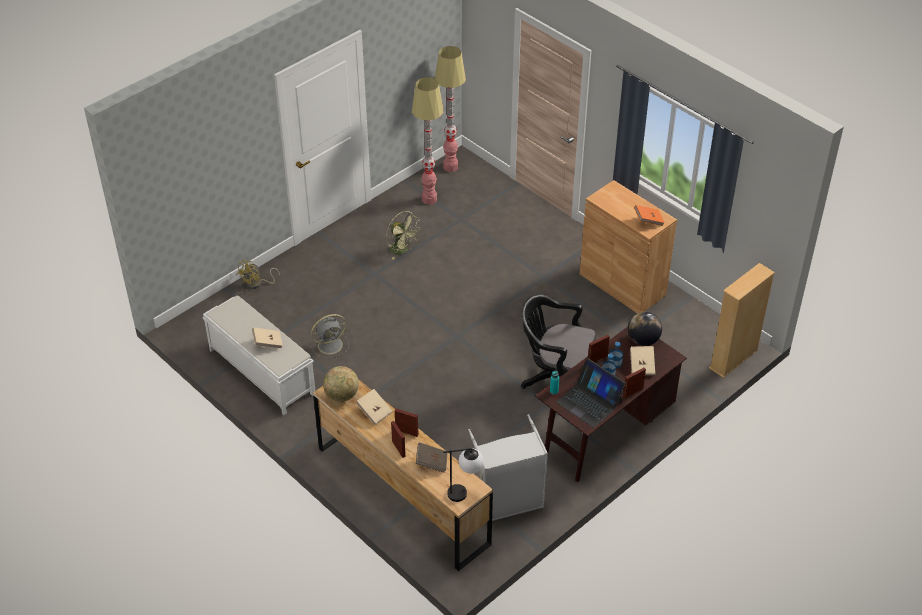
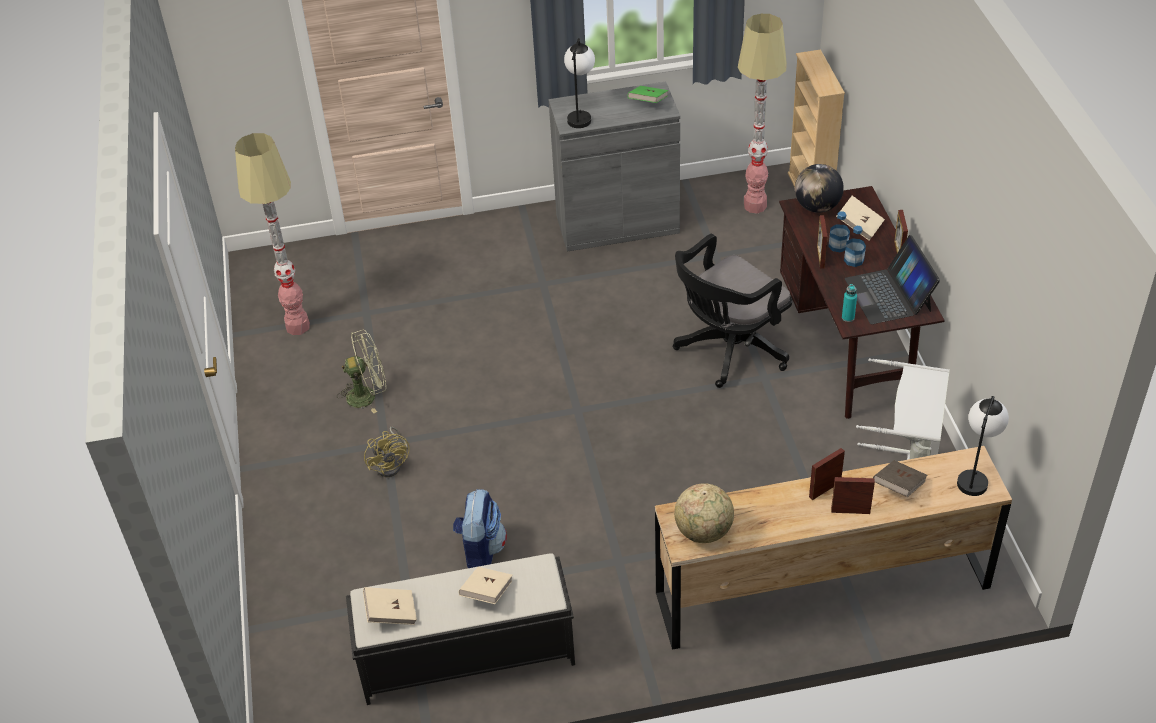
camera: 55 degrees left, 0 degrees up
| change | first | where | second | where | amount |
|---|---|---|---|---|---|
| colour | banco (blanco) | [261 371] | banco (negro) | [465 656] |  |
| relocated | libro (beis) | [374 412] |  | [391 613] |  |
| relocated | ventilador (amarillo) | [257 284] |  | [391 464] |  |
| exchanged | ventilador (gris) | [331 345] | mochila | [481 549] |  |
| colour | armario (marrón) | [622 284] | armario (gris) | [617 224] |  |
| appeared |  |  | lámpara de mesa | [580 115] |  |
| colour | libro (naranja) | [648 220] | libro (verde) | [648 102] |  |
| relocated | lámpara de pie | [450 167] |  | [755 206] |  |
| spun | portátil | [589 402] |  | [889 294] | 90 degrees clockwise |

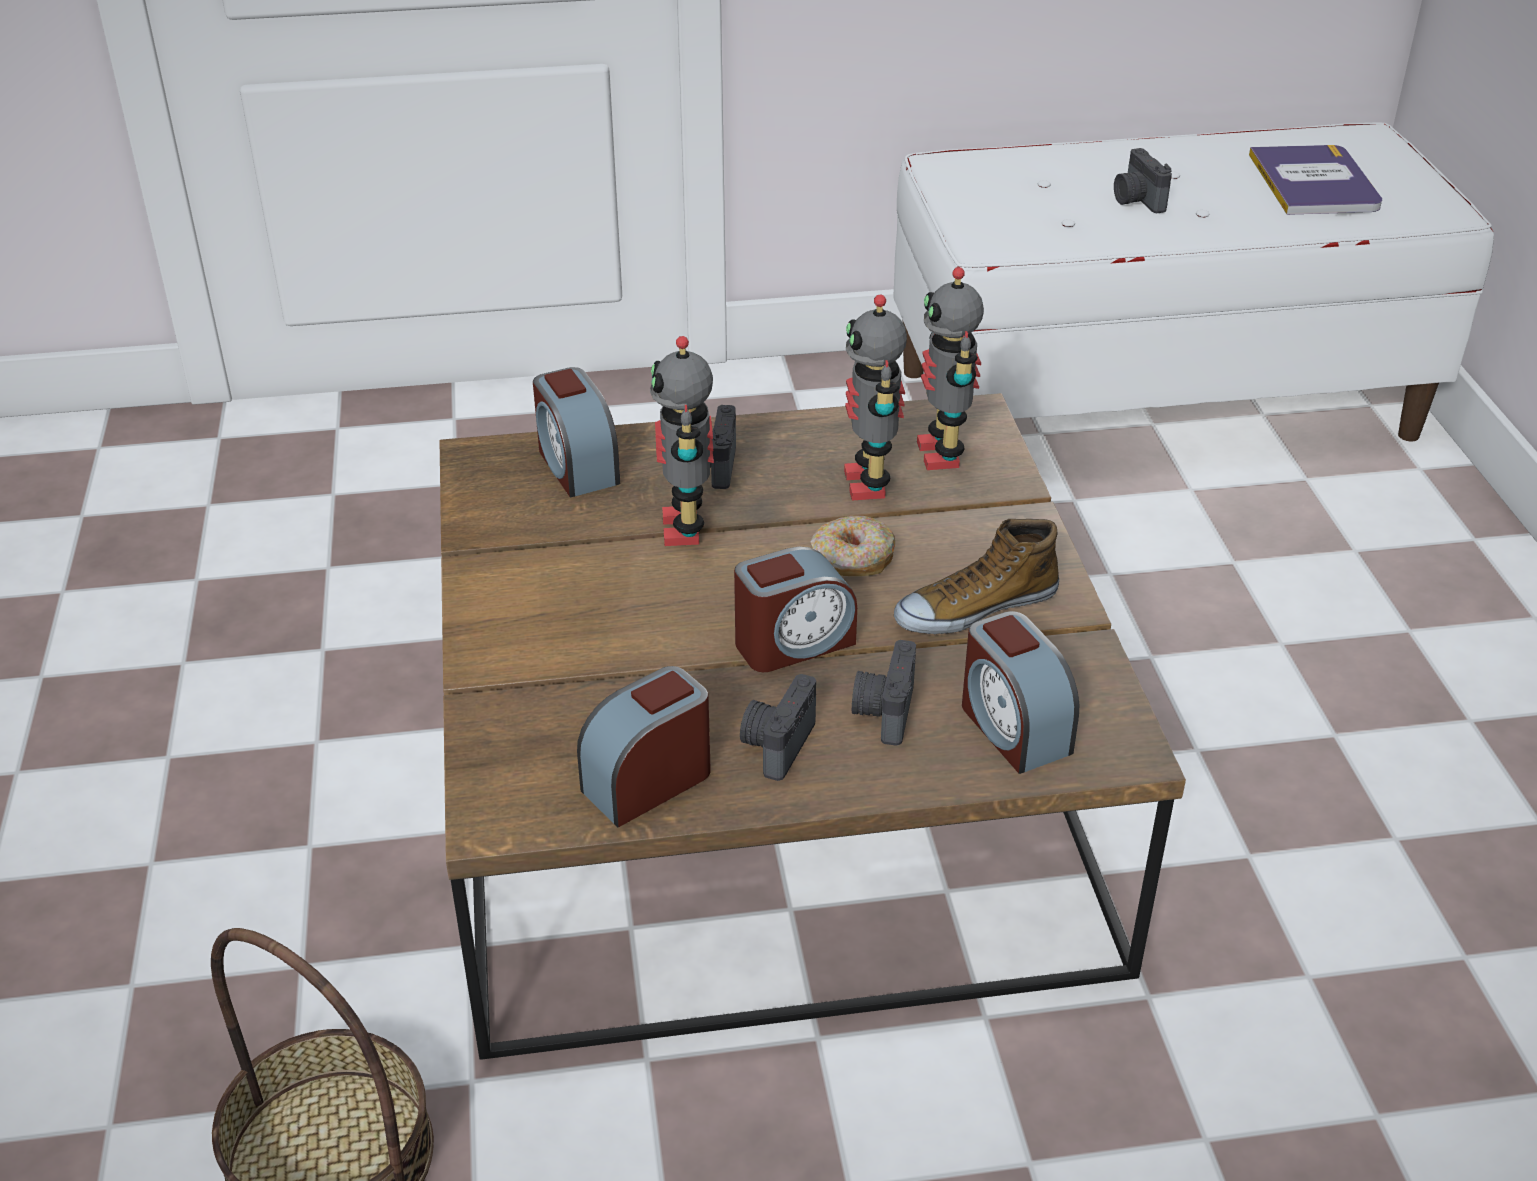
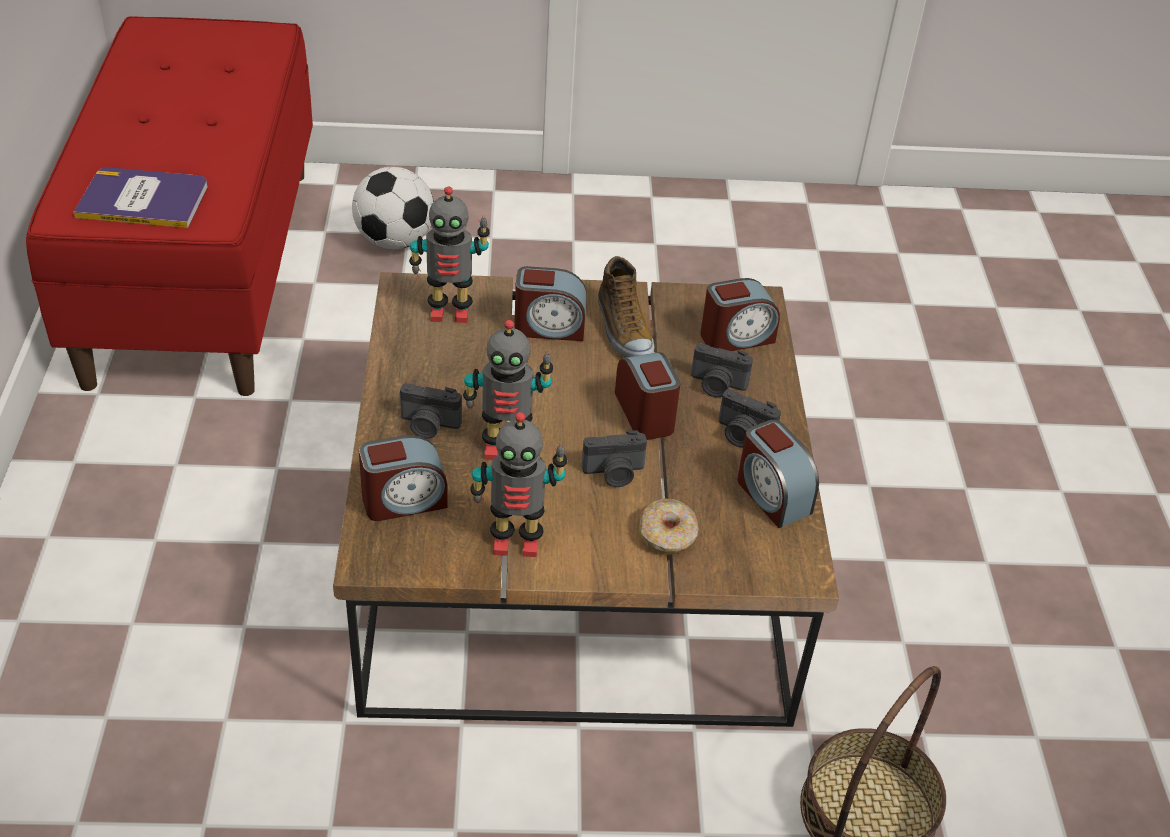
camera: 85 degrees left, 5 degrees up
| change | first | where | second | where | amount |
|---|---|---|---|---|---|
| colour | banco (blanco) | [1155 402] | banco (rojo) | [201 271] |  |
| relocated | libro | [1314 182] |  | [143 200] |  |
| appeared |  |  | balón de fútbol | [395 241] |  |
| relocated | robot de juguete | [870 484] |  | [516 542] |  |
| appeared |  |  | despertador | [549 327] |  |
| relocated | cámara | [1136 200] |  | [614 473] |  |
| relocated | rosquilla | [852 559] |  | [667 535] |  |

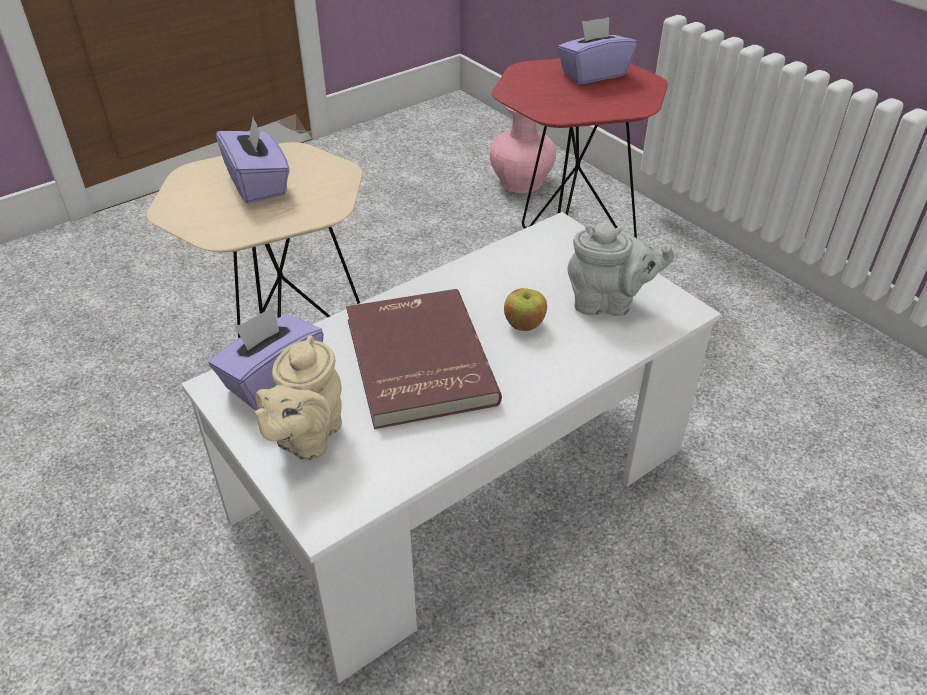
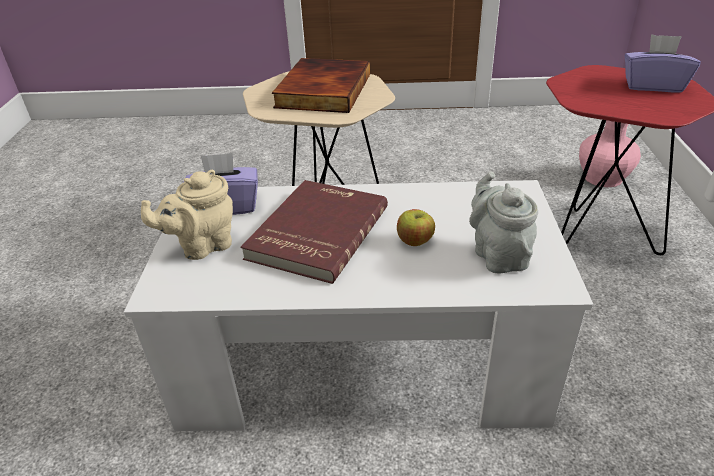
camera: 40 degrees right, 5 degrees down
| change | first | where | second | where | amount |
|---|---|---|---|---|---|
| exchanged | caja de pañuelos (morado) | [258 184] | libro | [322 90] |  |
| spun | tetera (gris) | [608 303] |  | [498 254] | 150 degrees counterclockwise |

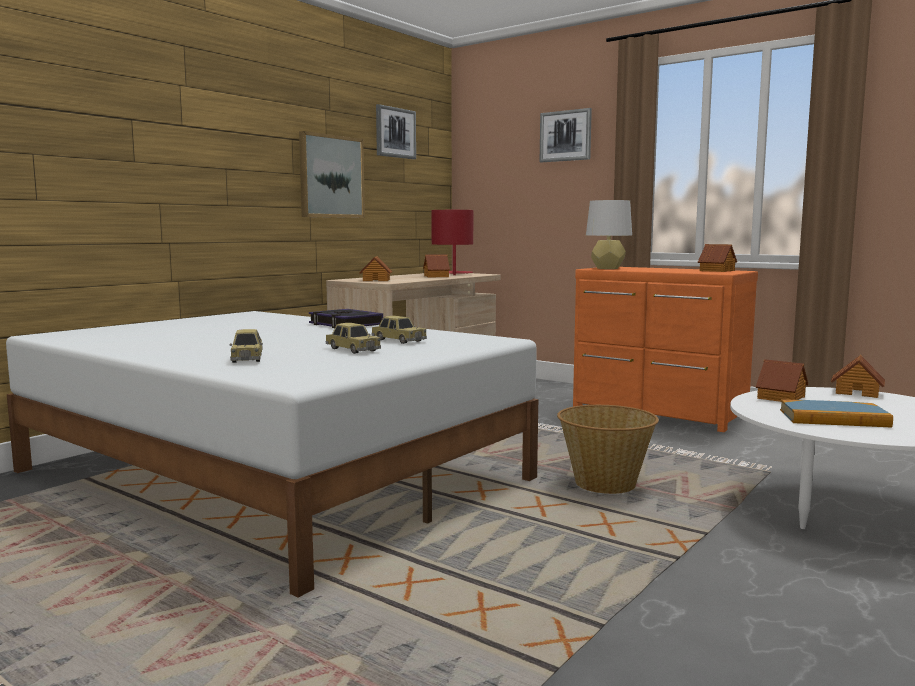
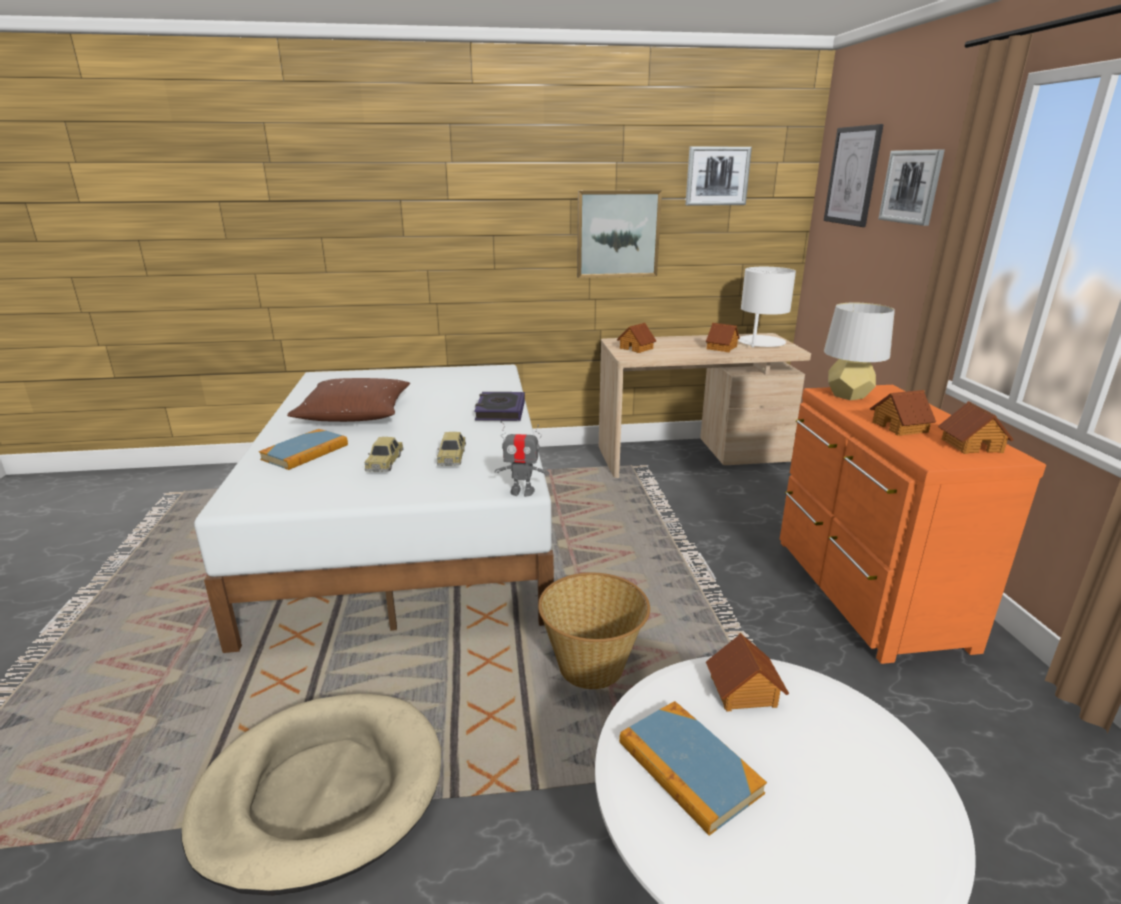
camera: 45 degrees right, 15 degrees up
| change | first | where | second | where | amount |
|---|---|---|---|---|---|
| appeared |  |  | cama para perro (beis) | [321 792] |  |
| exchanged | coche de juguete | [247 358] | libro | [305 452] |  |
| appeared |  |  | cojín (marrón) | [355 414] |  |
| appeared |  |  | robot de juguete | [522 491] |  |
| colour | lámpara de mesa (rojo) | [452 274] | lámpara de mesa (blanco) | [761 343] |  |
| appeared |  |  | cuadro | [852 176] |  |
| relocated | casita | [857 392] |  | [900 427] |  |

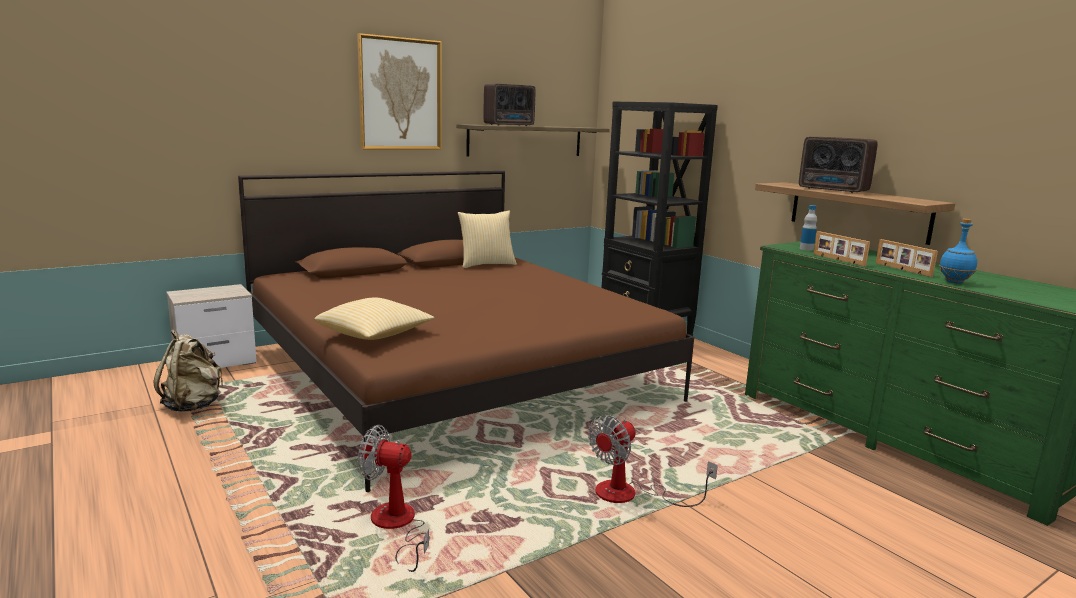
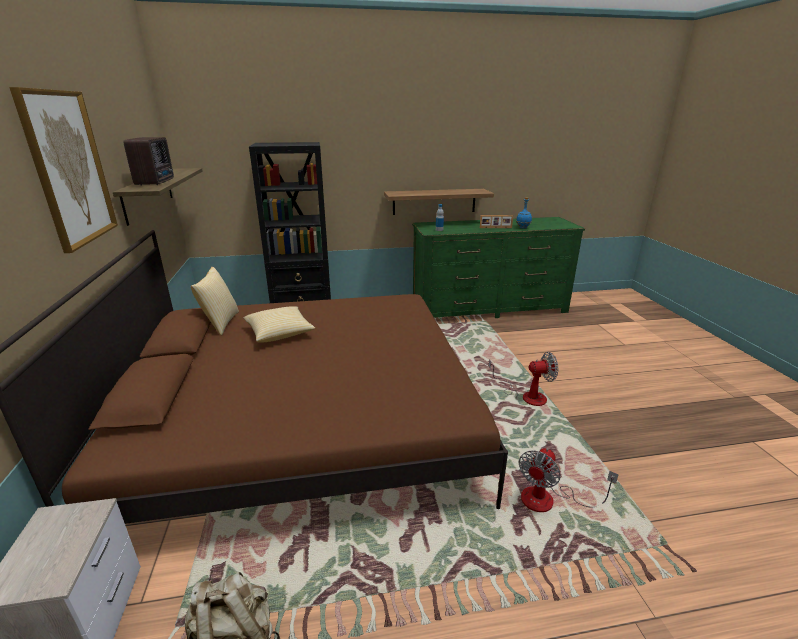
camera: 65 degrees left, 10 degrees up
| change | first | where | second | where | amount |
|---|---|---|---|---|---|
| relocated | cojín | [375 335] |  | [280 333] |  |
| spun | ventilador | [631 495] |  | [526 395] | 75 degrees counterclockwise |
| missing | radio | [834 190] |  |  |  |
| missing | portarretratos | [838 260] |  |  |  |

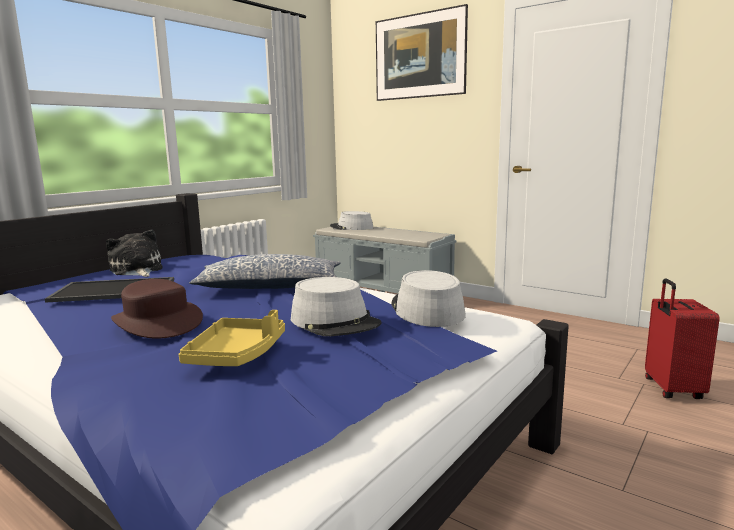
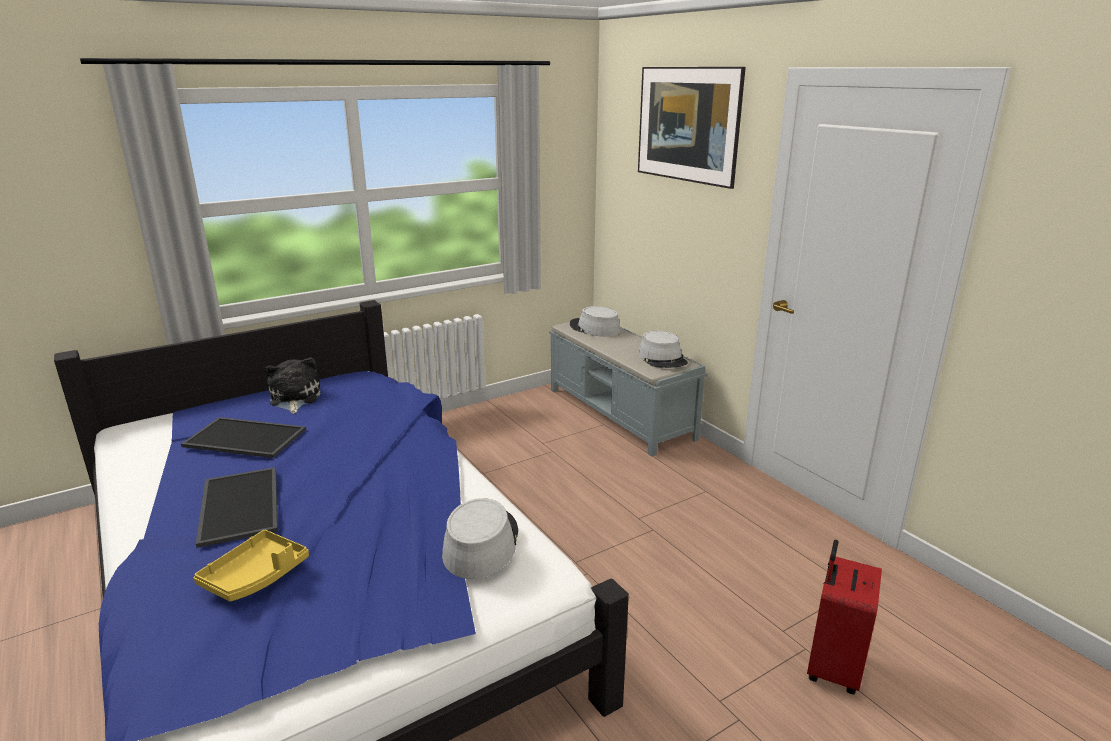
camera: 20 degrees right, 10 degrees up
| change | first | where | second | where | amount |
|---|---|---|---|---|---|
| exchanged | sombrero (marrón) | [157 322] | bandeja | [237 505] |  |
| relocated | sombrero (gris) | [335 321] |  | [662 358] |  |
| missing | cojín | [270 288] |  |  |  |

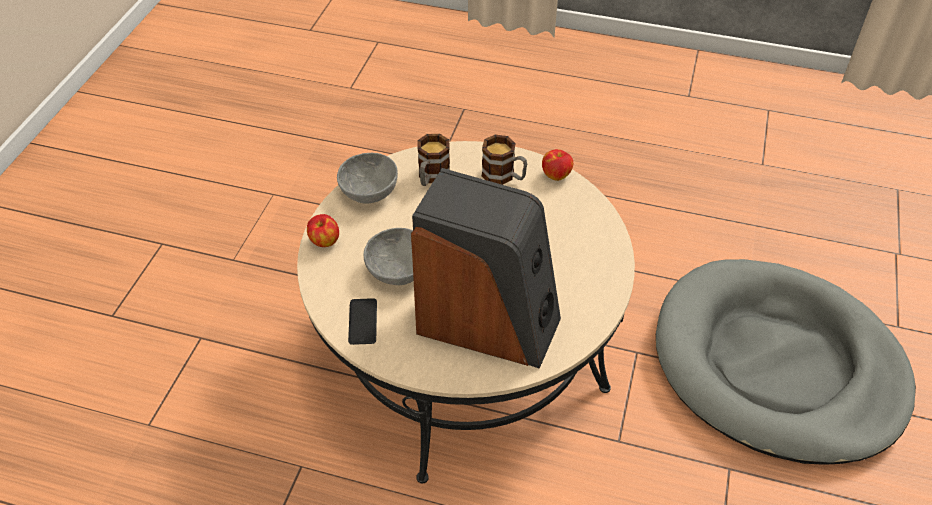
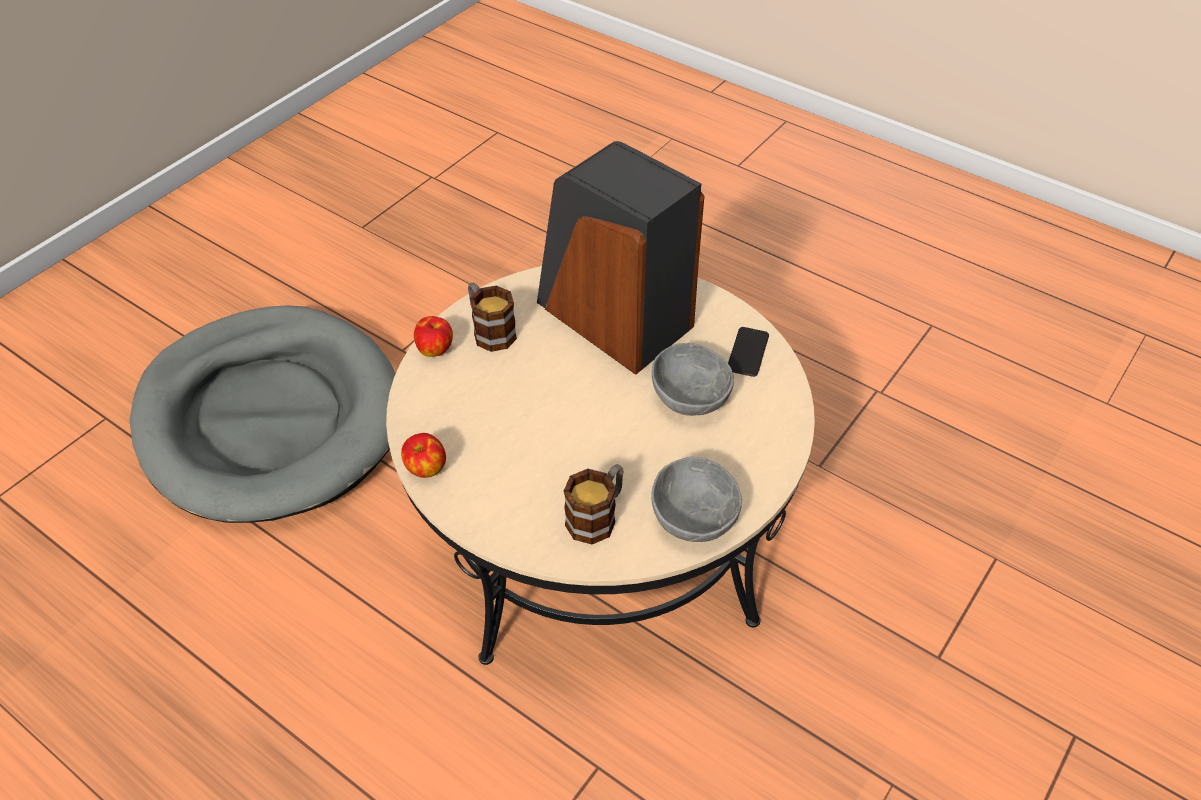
camera: 160 degrees left, 0 degrees up
| change | first | where | second | where | amount |
|---|---|---|---|---|---|
| relocated | manzana | [324 241] |  | [435 350] |  |
| relocated | taza grande | [504 176] |  | [490 330] |  |

